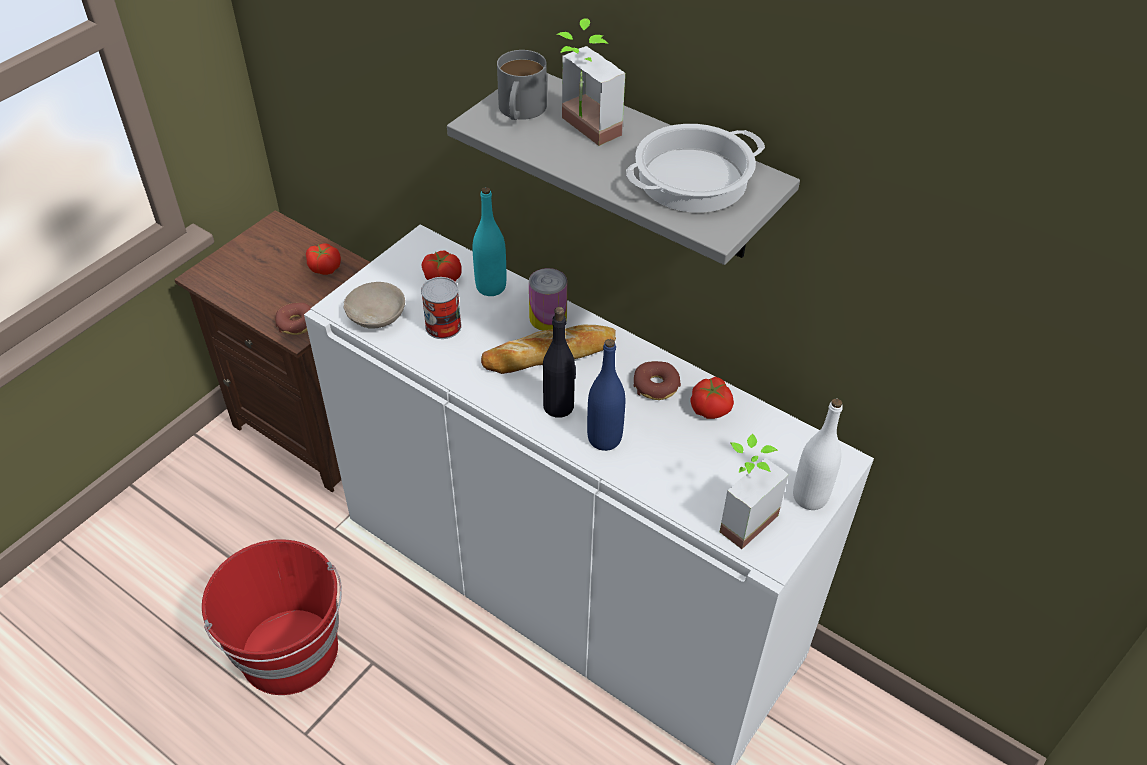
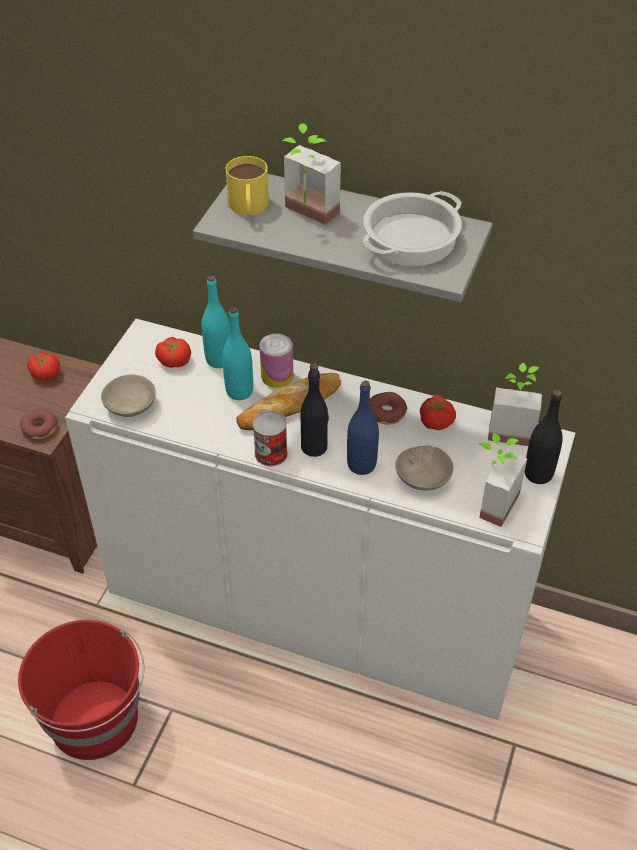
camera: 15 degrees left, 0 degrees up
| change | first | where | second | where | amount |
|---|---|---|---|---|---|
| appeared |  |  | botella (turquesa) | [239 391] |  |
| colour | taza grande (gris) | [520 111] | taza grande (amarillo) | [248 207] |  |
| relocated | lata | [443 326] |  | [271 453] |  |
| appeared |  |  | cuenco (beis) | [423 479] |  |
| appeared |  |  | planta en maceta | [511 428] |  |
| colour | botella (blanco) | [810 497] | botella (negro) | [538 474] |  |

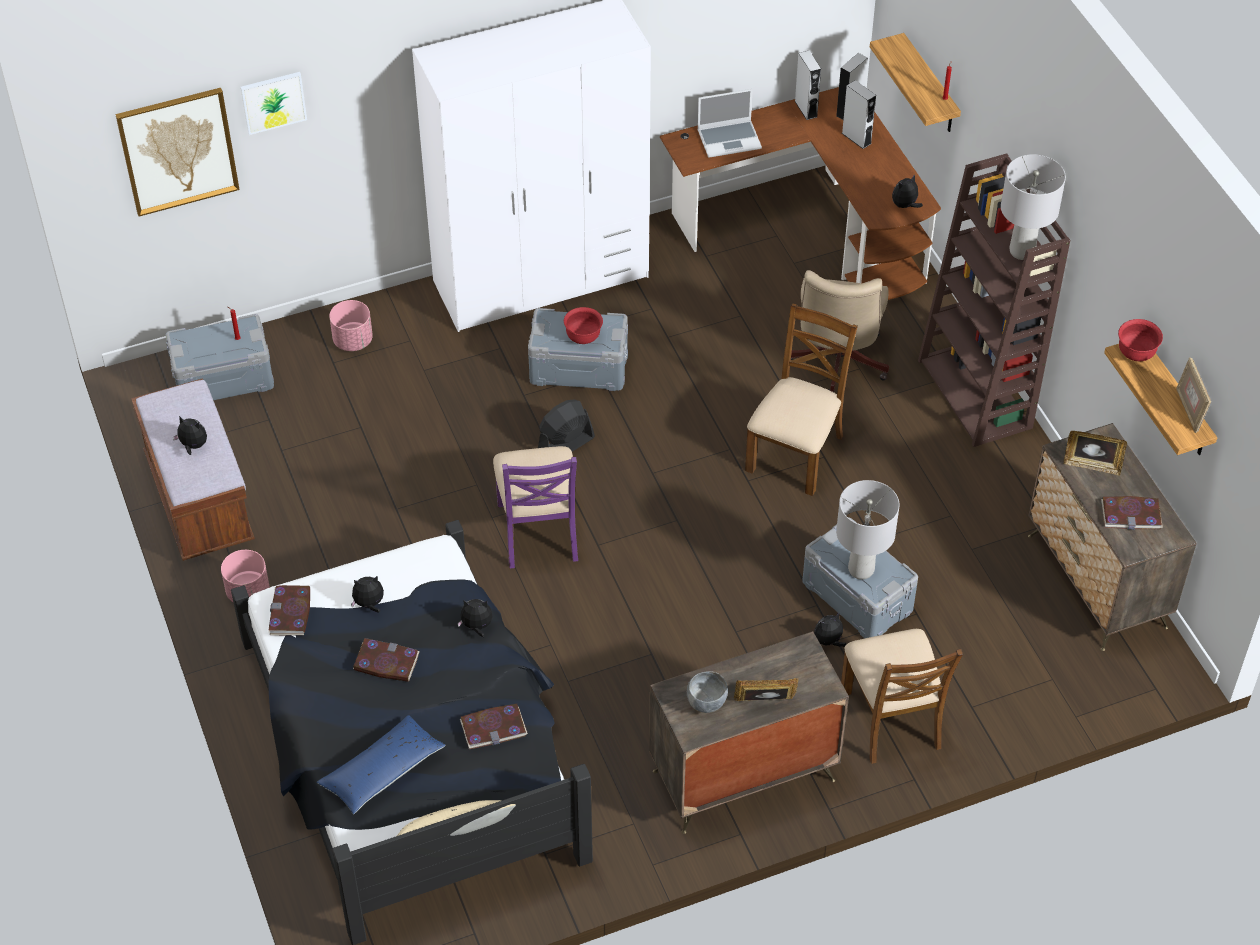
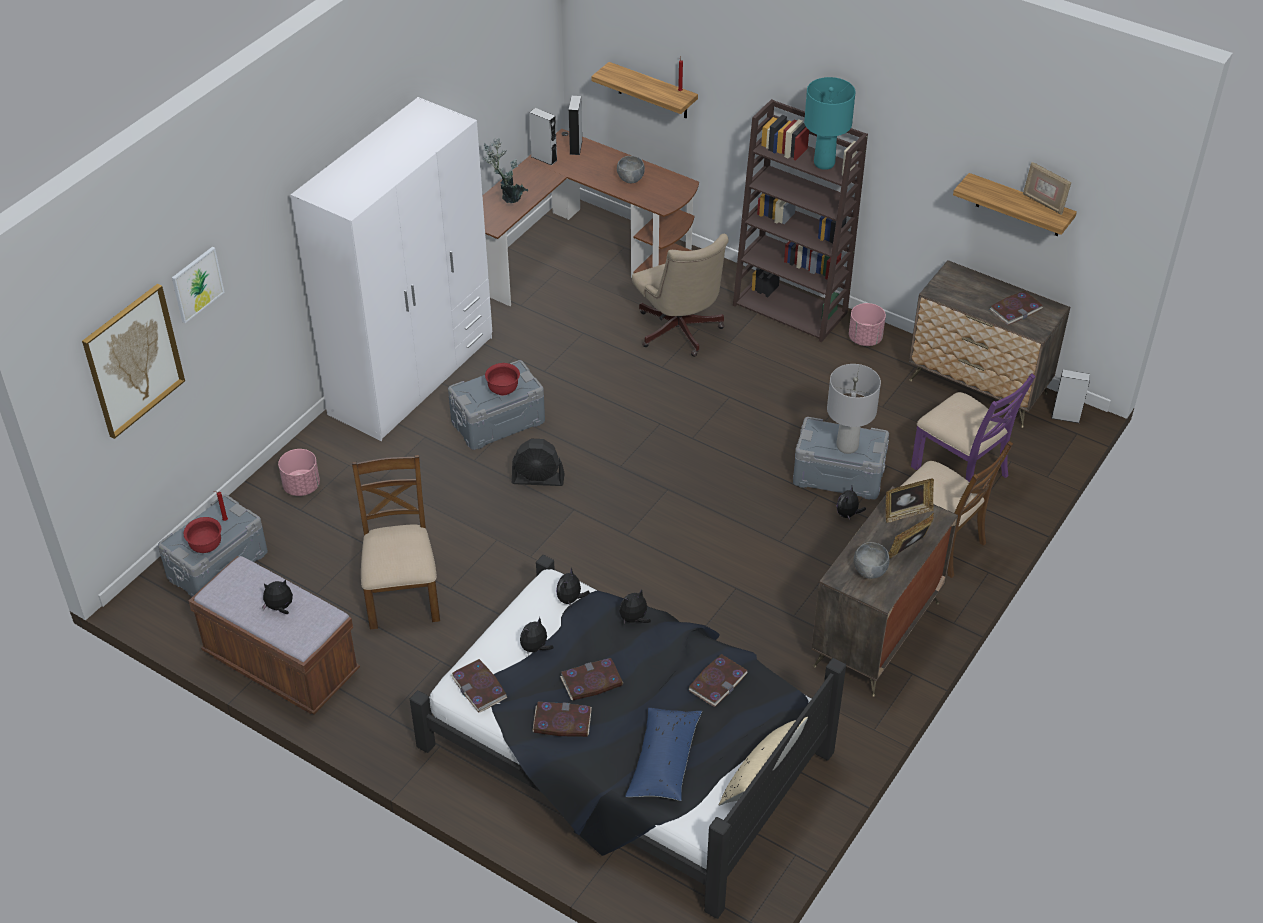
camera: 35 degrees left, 5 degrees down
| change | first | where | second | where | amount |
|---|---|---|---|---|---|
| relocated | cuenco (rojo) | [1136 353] |  | [206 546] |  |
| relocated | silla (marrón) | [796 453] |  | [402 593] |  |
| exchanged | portátil | [729 139] | planta en maceta | [508 200] |  |
| spun | ventilador (negro) | [565 445] |  | [538 479] | 105 degrees counterclockwise |
| appeared |  |  | libro | [562 722] |  |
| relocated | peluche | [905 205] |  | [570 599] |  |
| appeared |  |  | cuenco (gris) | [630 180] |  |
| colour | lámpara de mesa (gris) | [1021 251] | lámpara de mesa (turquesa) | [824 164] |  |
| relocated | maceta (rosa) | [247 592] |  | [865 339] |  |
| relocated | portarretratos | [1092 465] |  | [906 513] |  |
| relocated | silla (morado) | [539 531] |  | [961 471] |  |
| relocated | altavoz (gris) | [856 138] |  | [1065 417] |  |

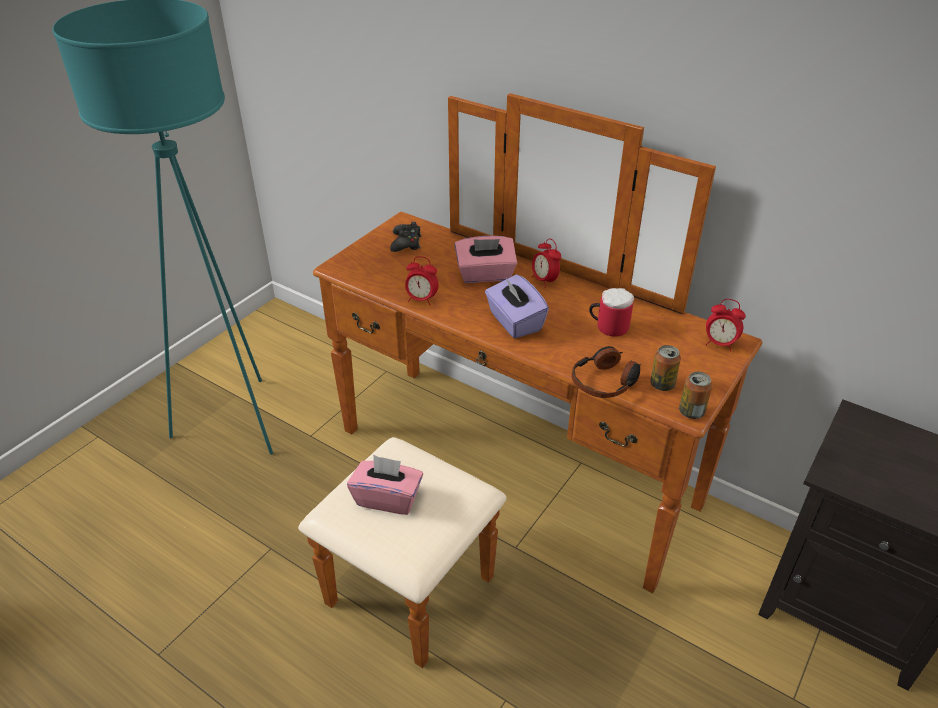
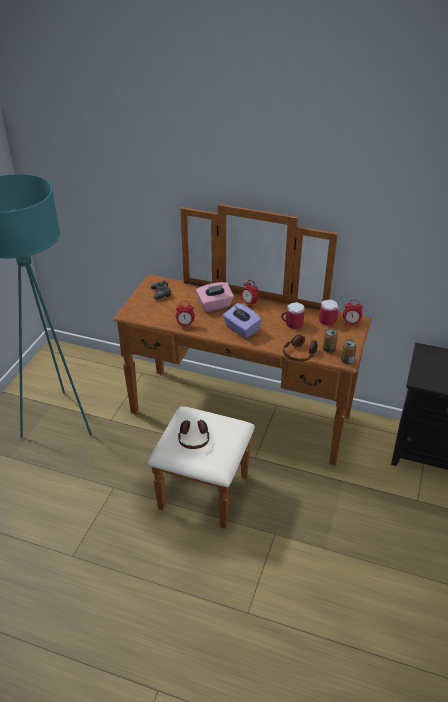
camera: 15 degrees left, 0 degrees up
| change | first | where | second | where | amount |
|---|---|---|---|---|---|
| exchanged | caja de pañuelos (rosa) | [388 498] | auriculares | [194 437] |  |
| appeared |  |  | taza grande | [328 319] |  |

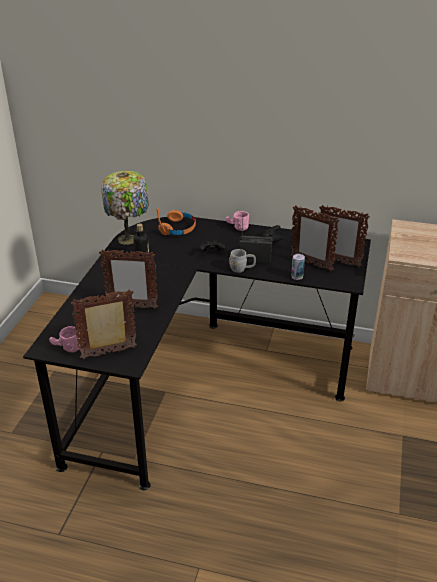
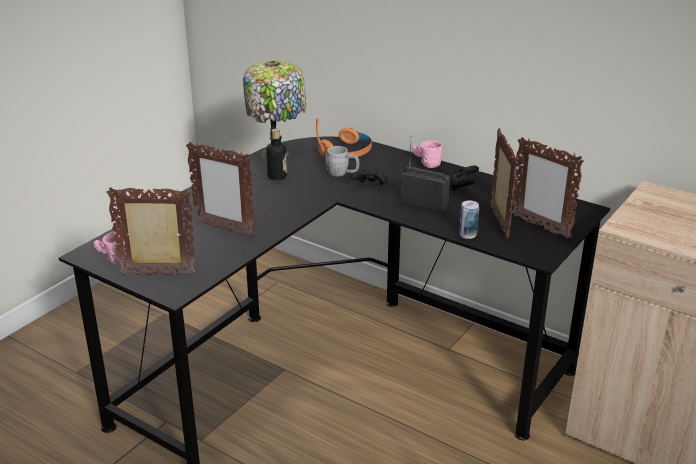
camera: 20 degrees right, 5 degrees down
| change | first | where | second | where | amount |
|---|---|---|---|---|---|
| relocated | taza grande (gris) | [242 269] |  | [342 173] |  |
| spun | portarretratos | [311 264] |  | [498 223] | 150 degrees counterclockwise |

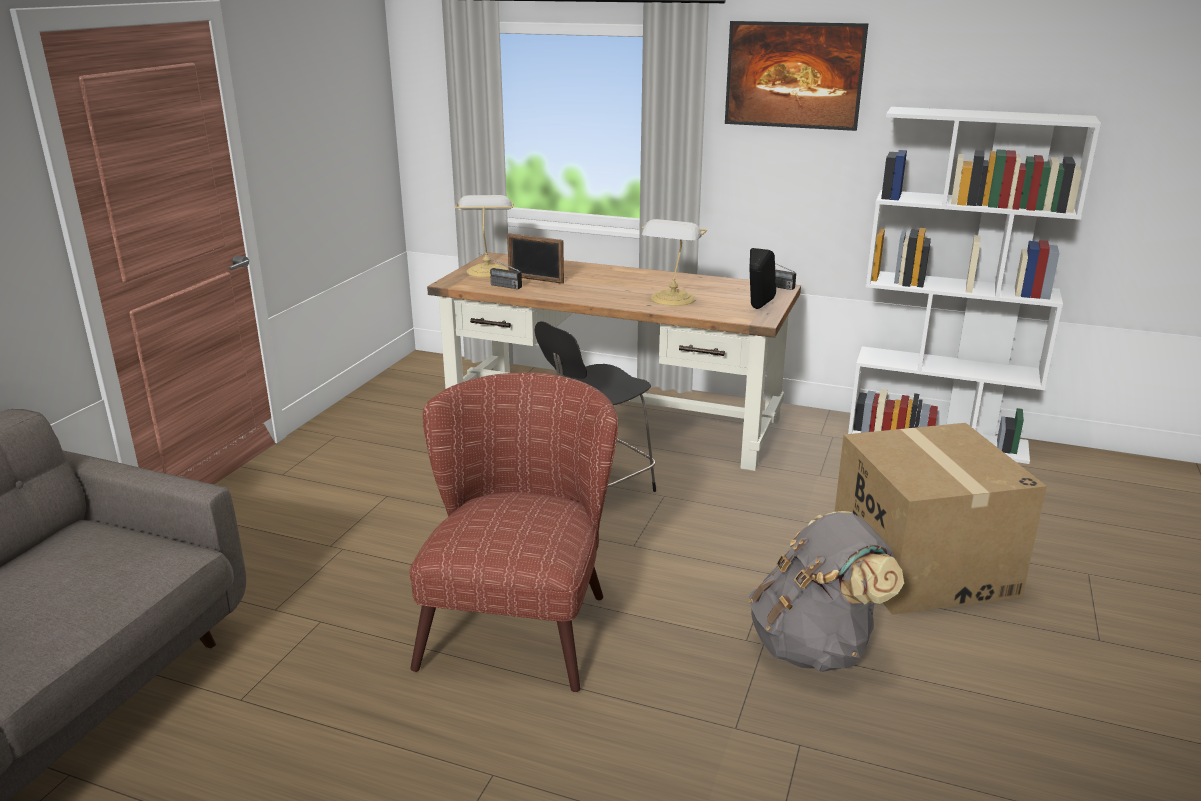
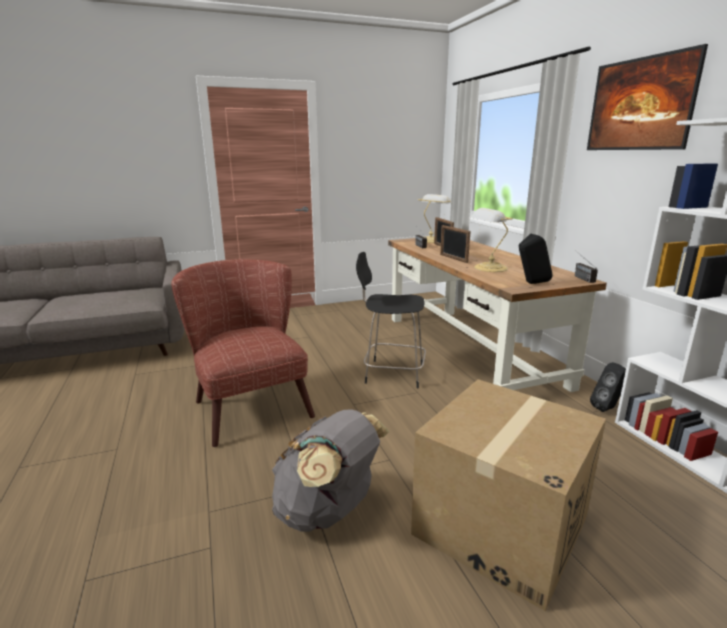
camera: 50 degrees right, 5 degrees down
| change | first | where | second | where | amount |
|---|---|---|---|---|---|
| spun | sillón (marrón) | [521 618] |  | [249 403] | 90 degrees counterclockwise |
| appeared |  |  | portarretratos | [453 258] |  |
| appeared |  |  | altavoz (negro) | [608 408] |  |

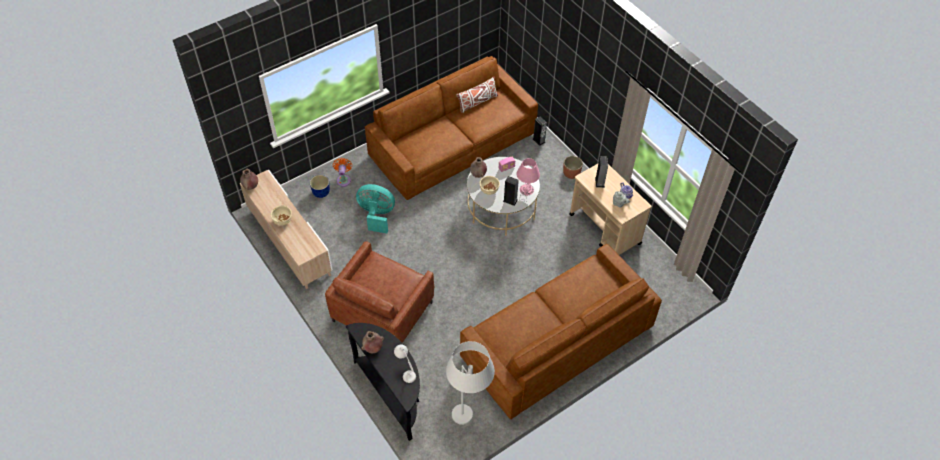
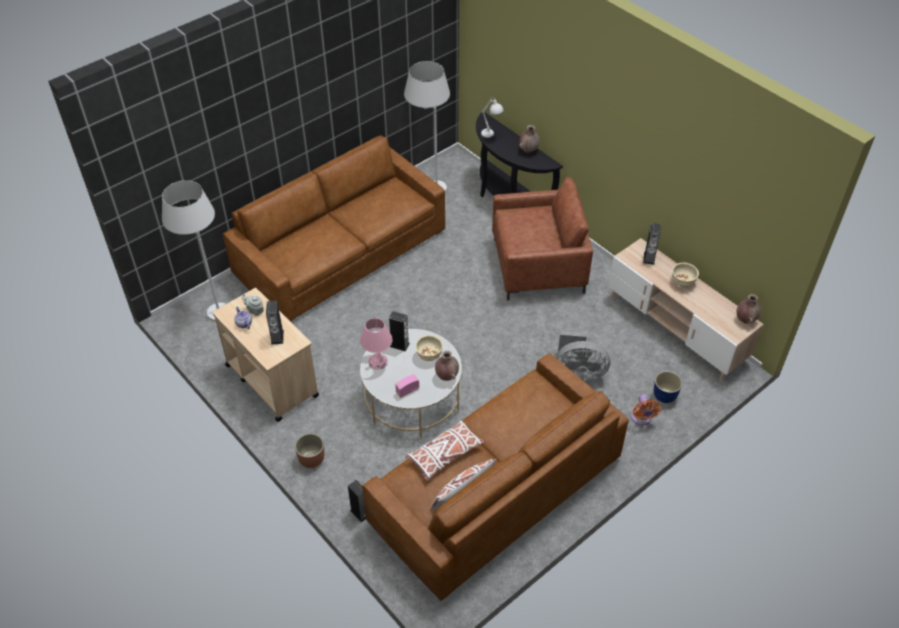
camera: 175 degrees right, 5 degrees down
| change | first | where | second | where | amount |
|---|---|---|---|---|---|
| appeared |  |  | lámpara de pie (blanco) | [212 305] |  |
| appeared |  |  | cojín (blanco) | [444 454] |  |
| spun | sillón (marrón) | [382 312] |  | [538 266] | 60 degrees clockwise |
| colour | ventilador (turquesa) | [376 215] | ventilador (gris) | [578 372] |  |
| appeared |  |  | altavoz | [649 258] |  |

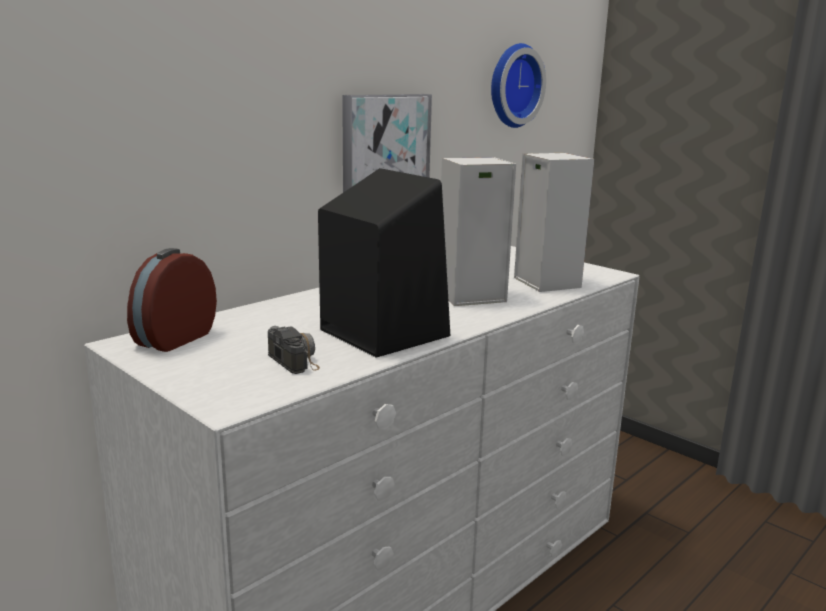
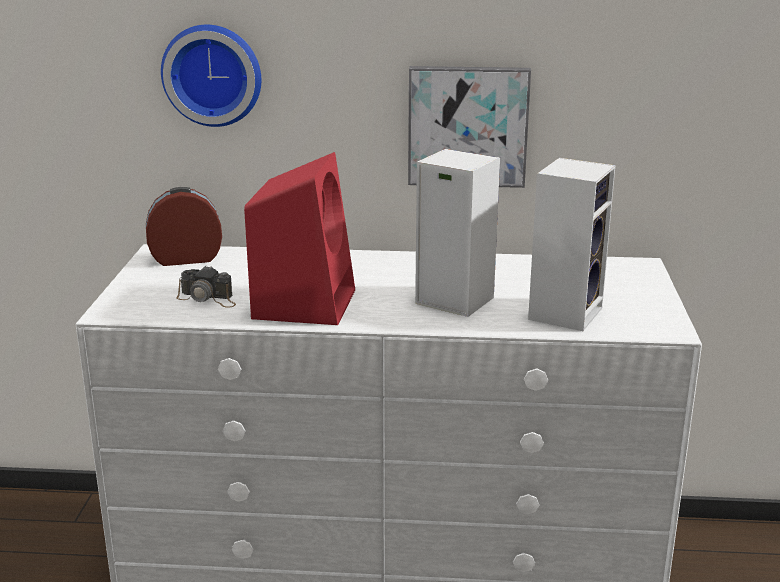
camera: 50 degrees right, 5 degrees up
| change | first | where | second | where | amount |
|---|---|---|---|---|---|
| relocated | reloj de pared | [512 86] |  | [213 74] |  |
| spun | cámara | [293 358] |  | [208 298] | 90 degrees clockwise |
| colour | altavoz (negro) | [381 332] | altavoz (rojo) | [304 303] |  |

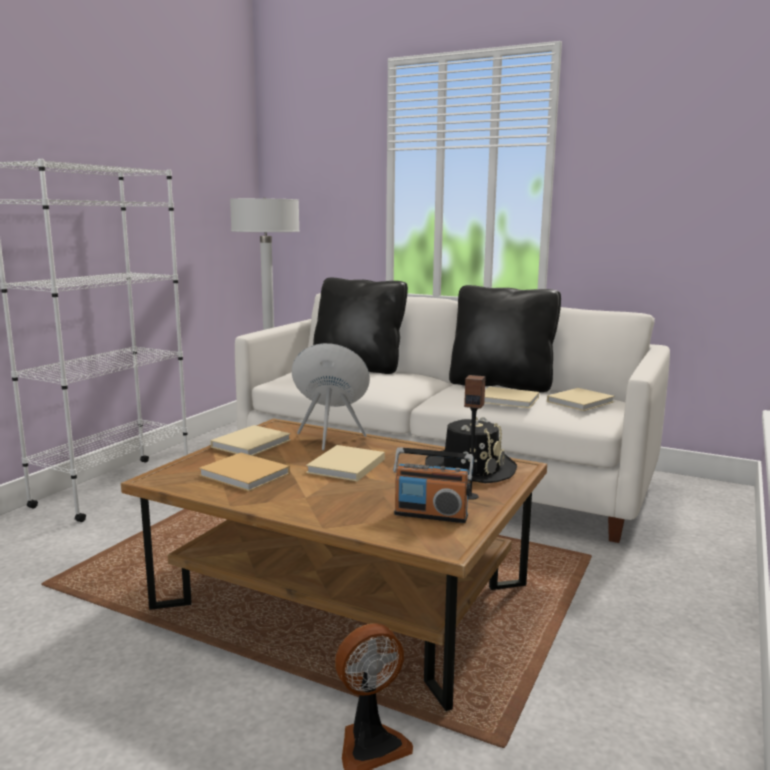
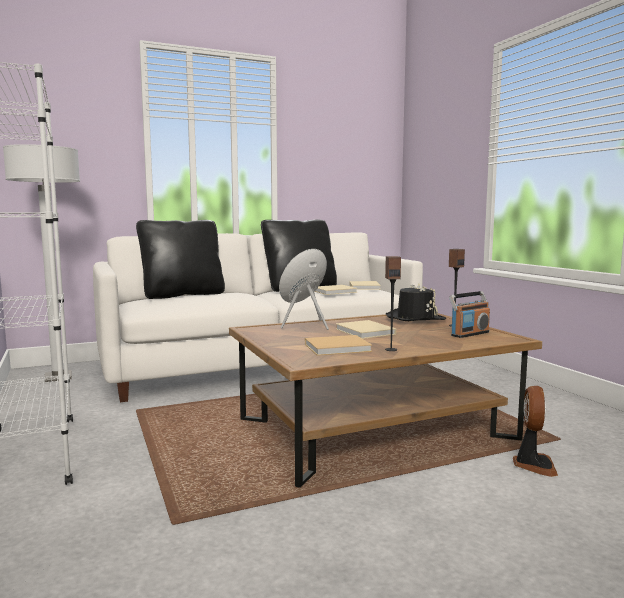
camera: 50 degrees left, 5 degrees down
| change | first | where | second | where | amount |
|---|---|---|---|---|---|
| appeared |  |  | altavoz | [391 349] |  |
| missing | libro (beis) | [253 443] |  |  |  |

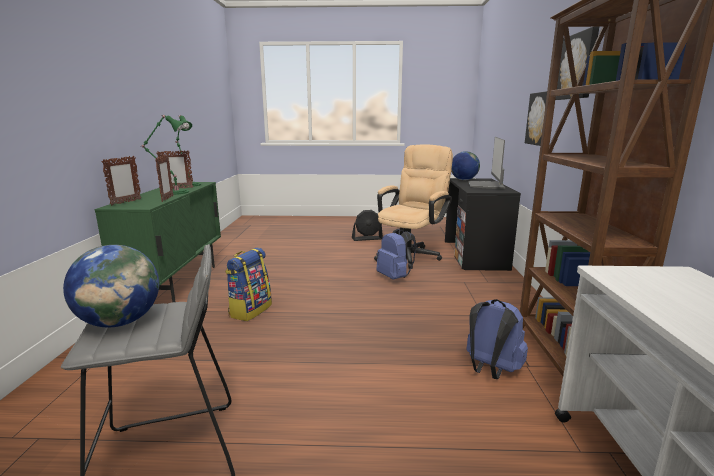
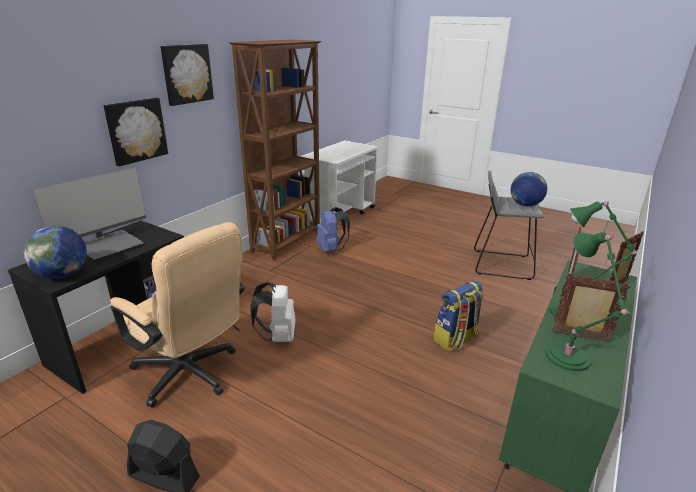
camera: 150 degrees left, 10 degrees up
| change | first | where | second | where | amount |
|---|---|---|---|---|---|
| spun | silla de oficina (beis) | [411 255] |  | [191 375] | 120 degrees counterclockwise |
| colour | mochila (azul) | [395 277] | mochila (blanco) | [278 336] |  |

